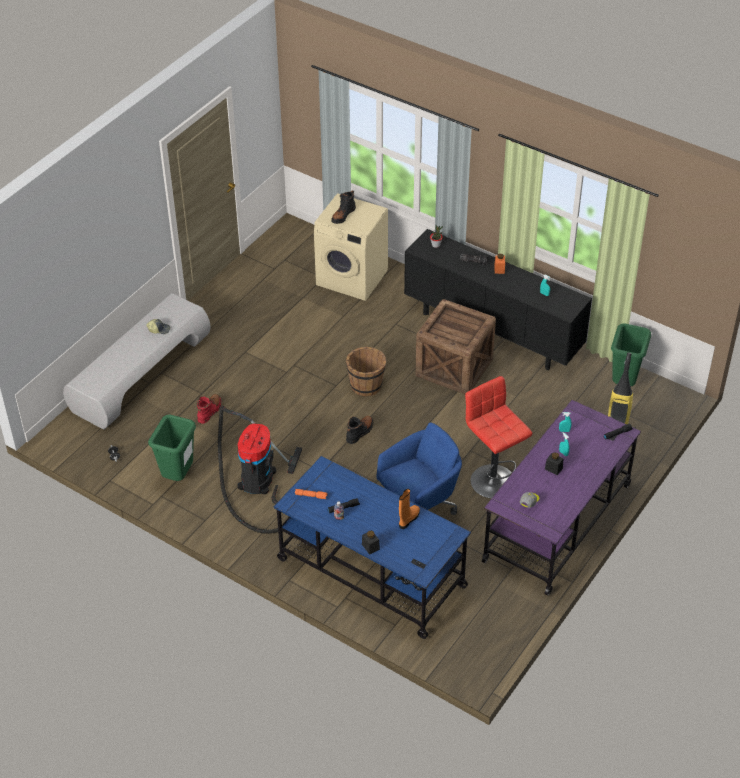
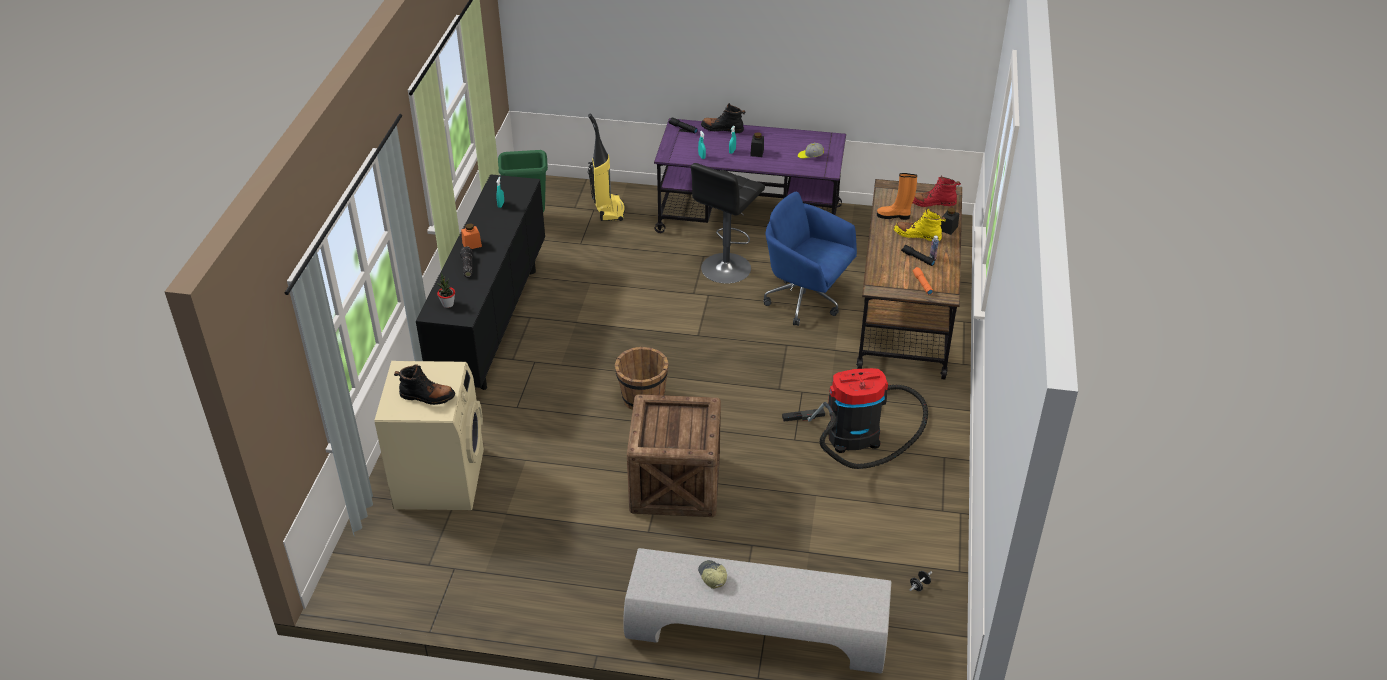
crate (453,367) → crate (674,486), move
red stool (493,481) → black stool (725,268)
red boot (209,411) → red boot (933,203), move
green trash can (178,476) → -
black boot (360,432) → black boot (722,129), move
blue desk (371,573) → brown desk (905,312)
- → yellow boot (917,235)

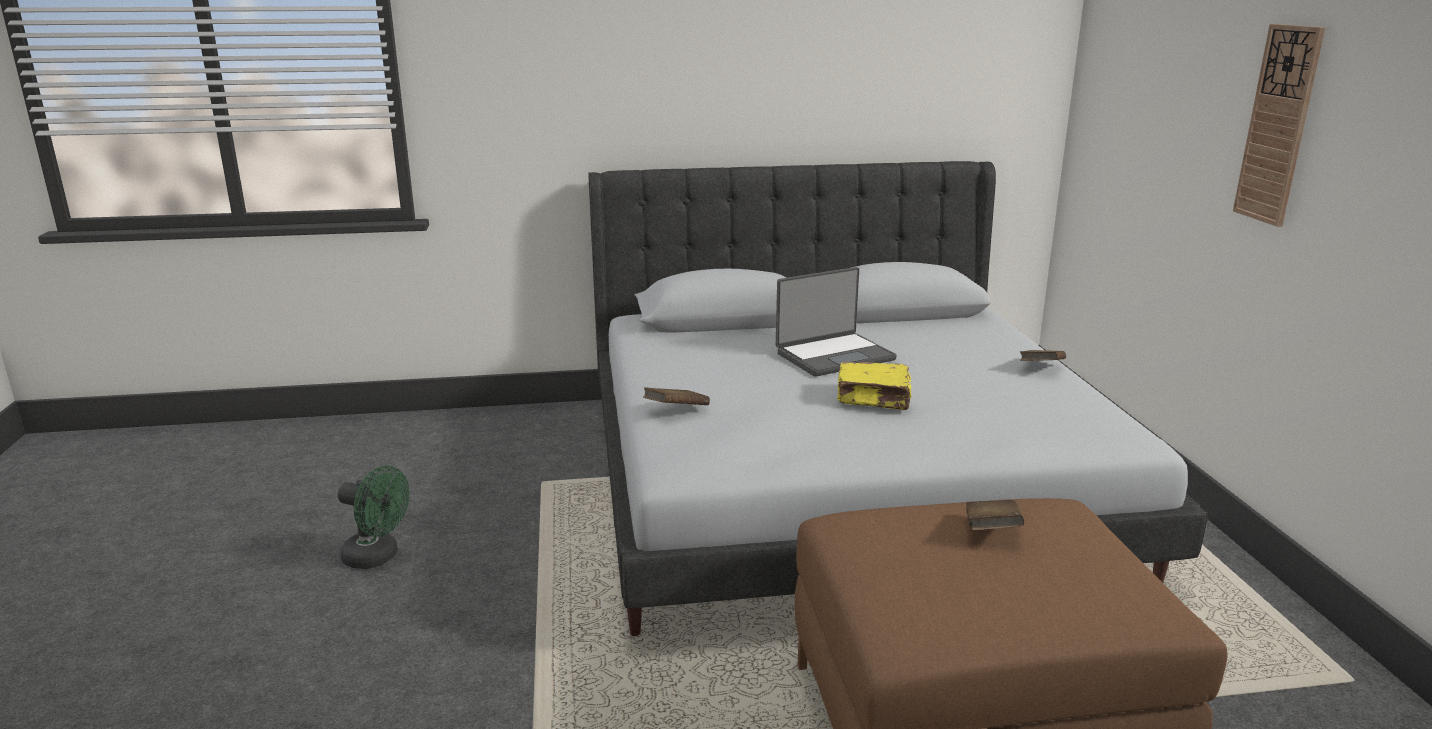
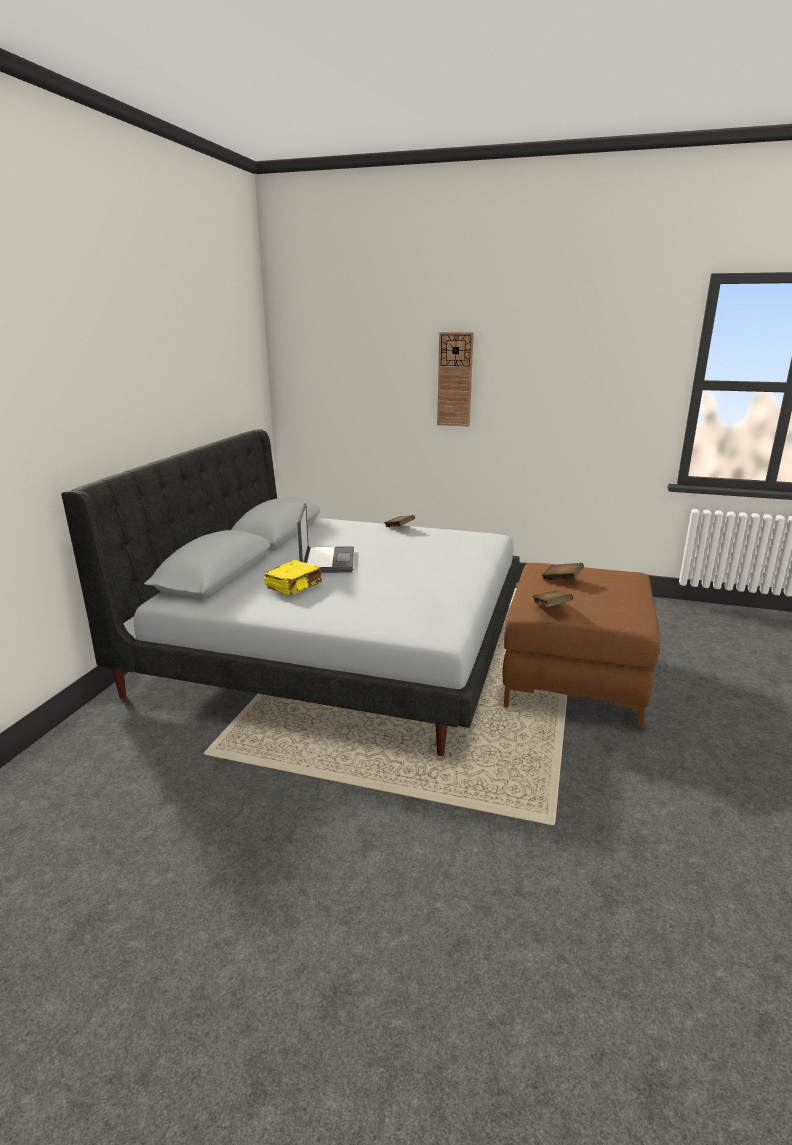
yellow book (874,399) → yellow book (294,586), move
brown book (676,411) → brown book (550,608), move
green fan (378,557) → -

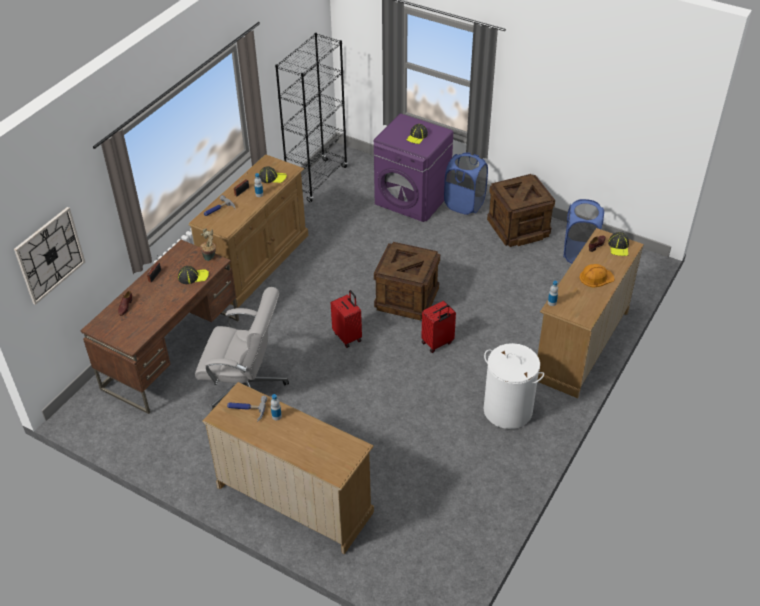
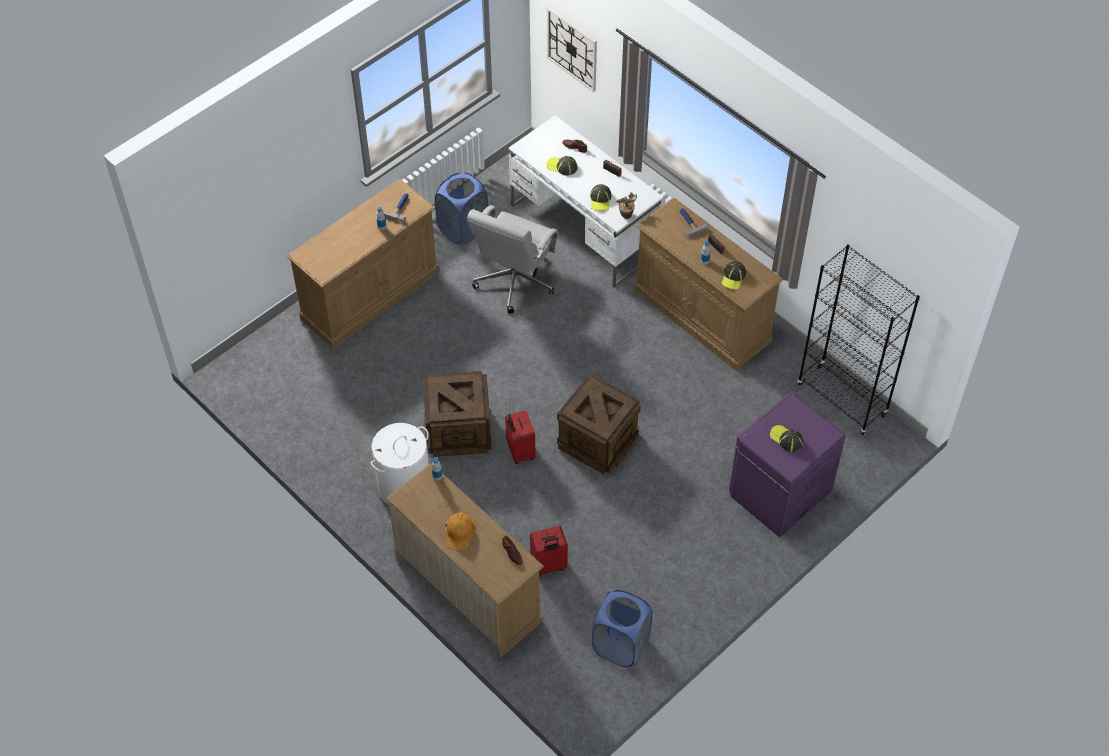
blue laundry basket (464,204) → blue laundry basket (463,228), move
crate (518,228) → crate (457,430), move
cap (619,247) → cap (562,166), move
brown desk (172,353) → white desk (584,230)
red suitcase (348,336) → red suitcase (548,566), move

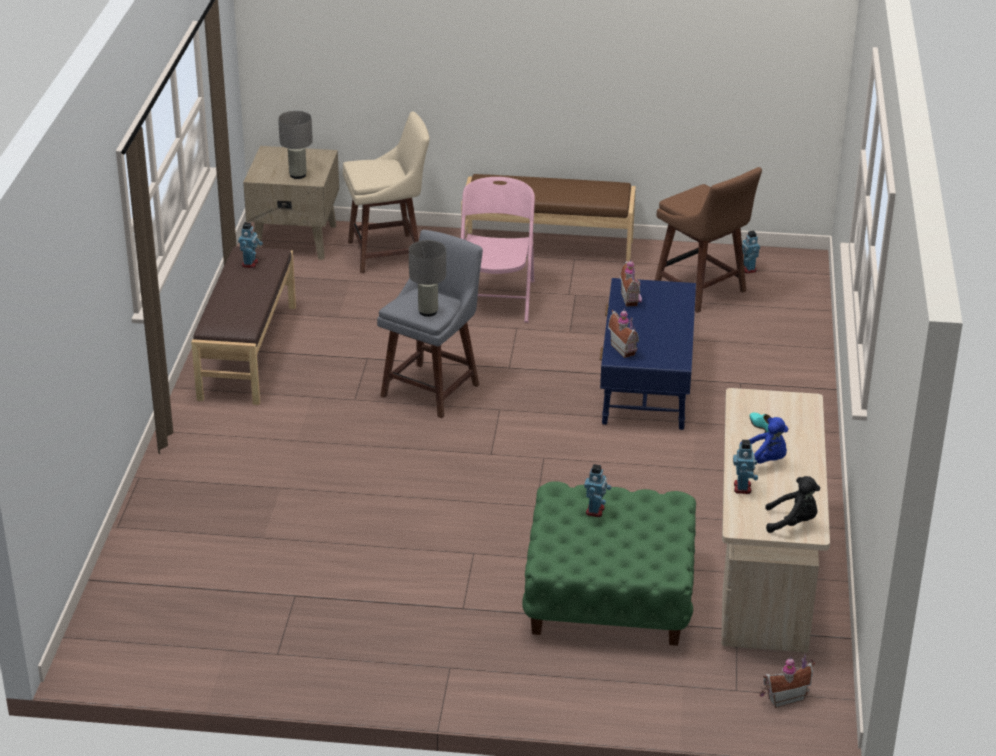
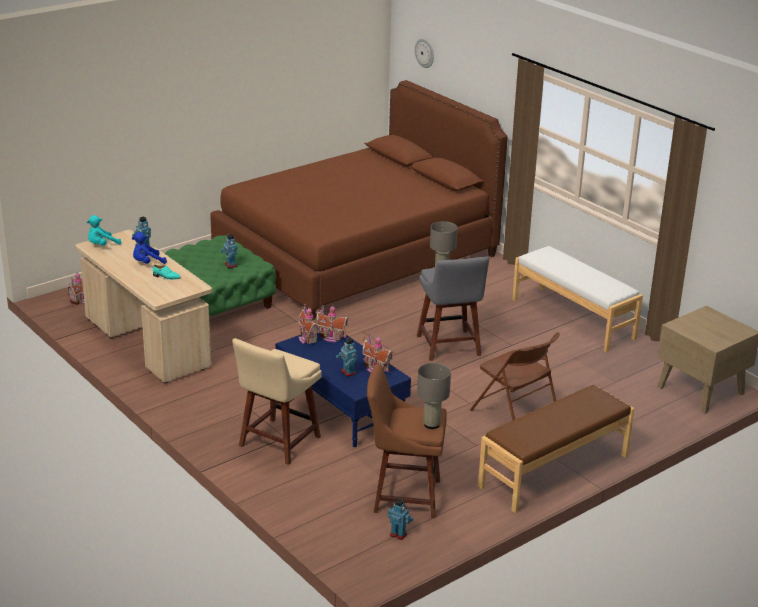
grey table lamp (297,175) → grey table lamp (431,424), move
beige stool (389,253) → beige stool (277,443), move
pink chair (496,300) → brown chair (514,415)
toy robot (250,263) → toy robot (348,372), move
brown bench (247,352) → white bench (573,318)
black plush toy (793,522) → turquoise plush toy (102,245)
- → wall clock (425,53)
- → brown bed (356,255)
- → toy house (306,339)

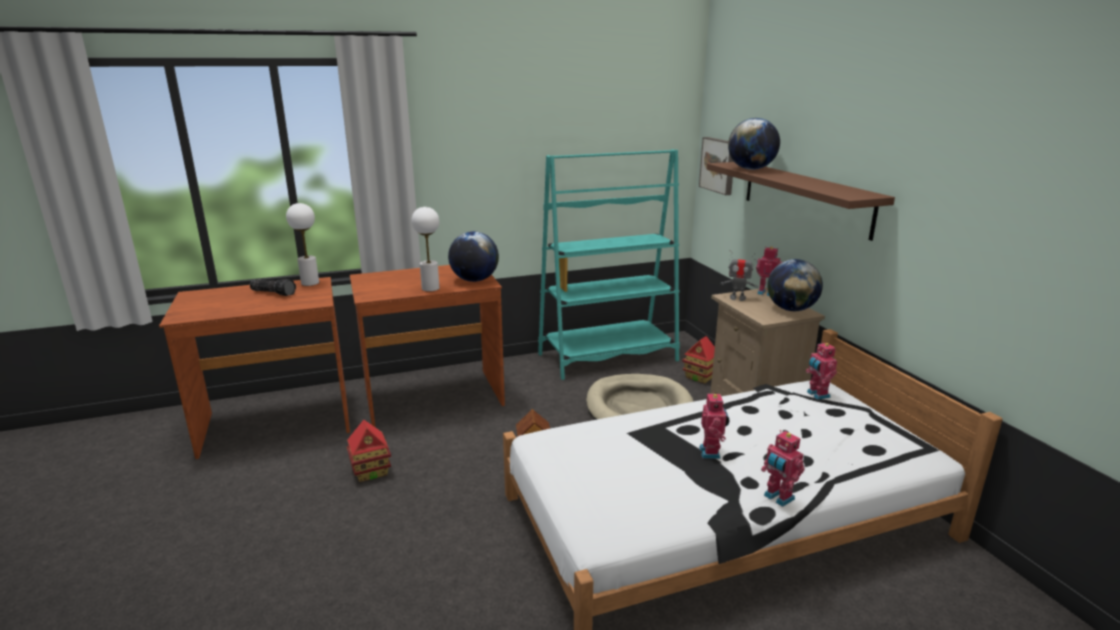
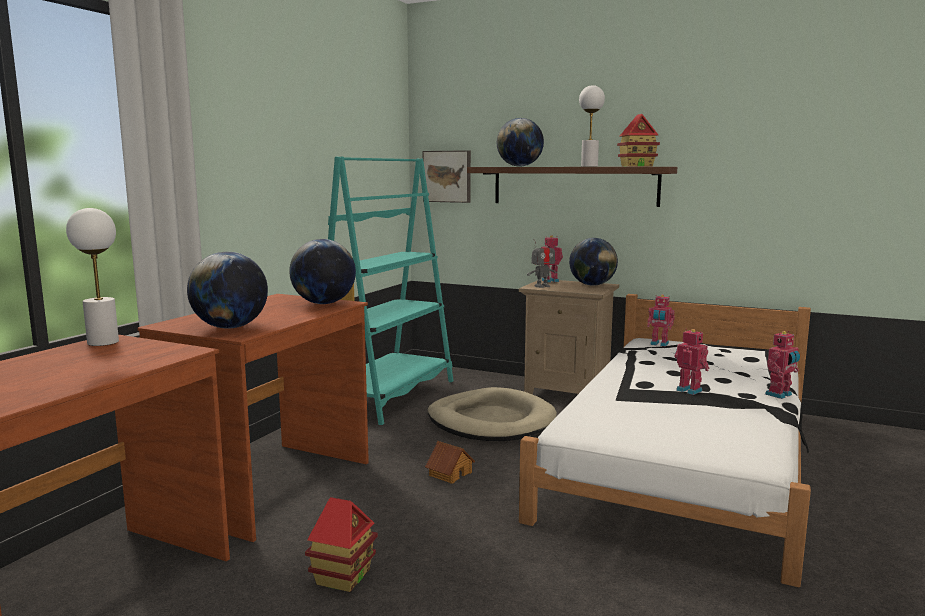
white table lamp (430,288) → white table lamp (589,166), move
flashlight (274,293) → -
toy house (700,377) → toy house (637,166), move
toy robot (778,498) → toy robot (780,395), 45 degrees counterclockwise
- → globe (230,327)

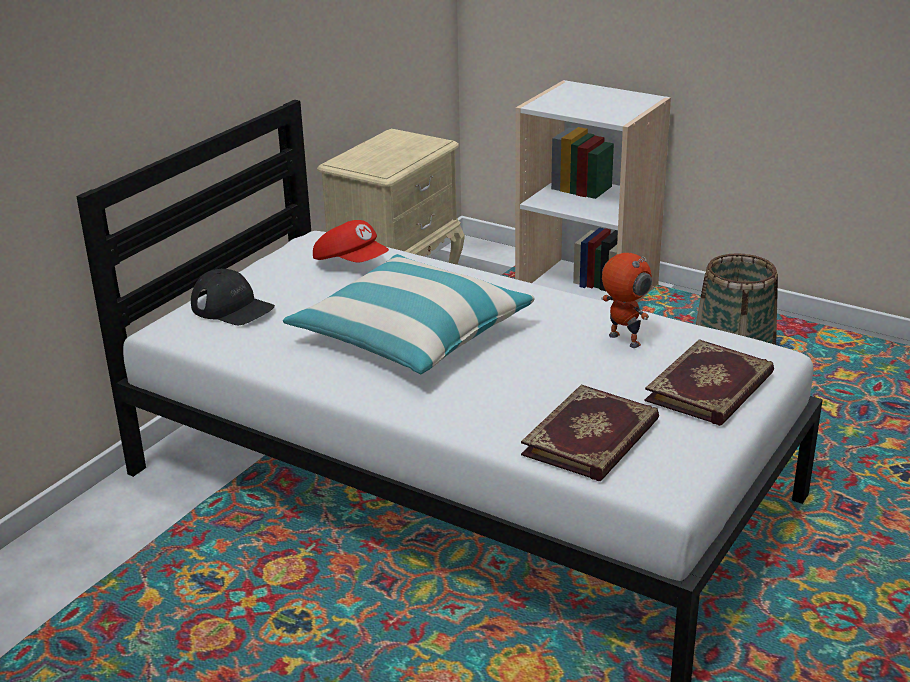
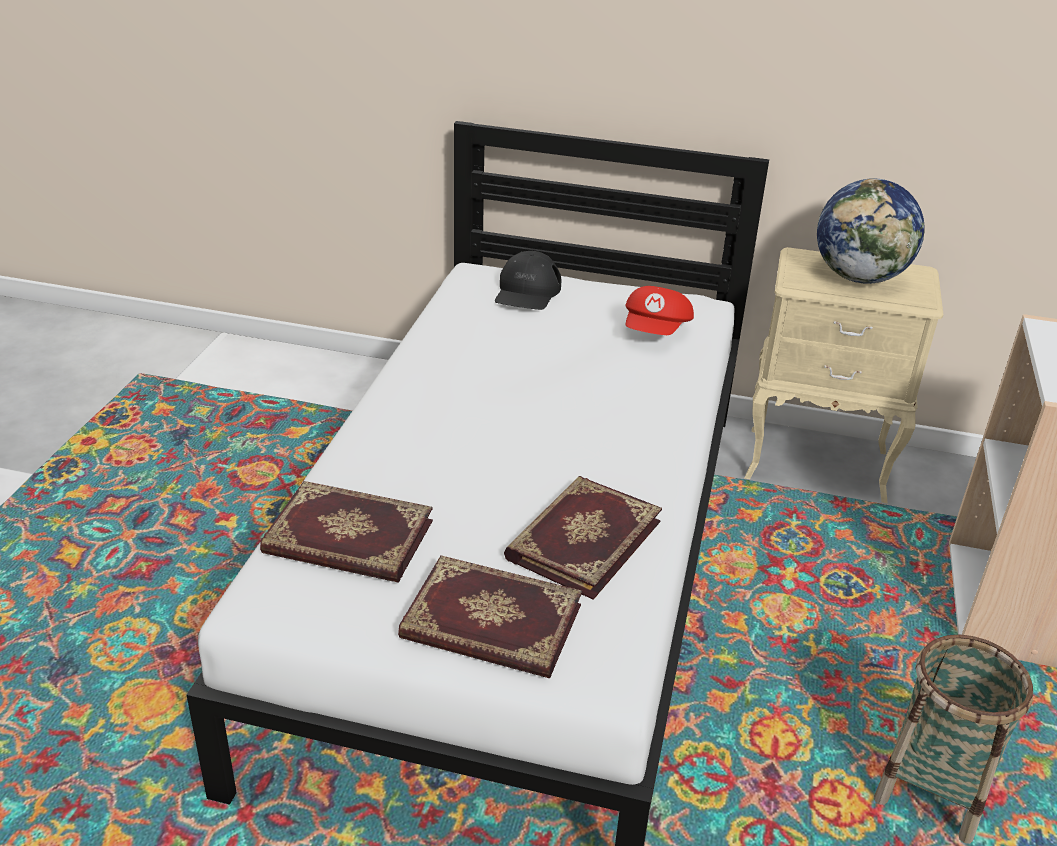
toy robot (622,341) → book (582,539)
pillow (411,335) → -
- → globe (860,278)

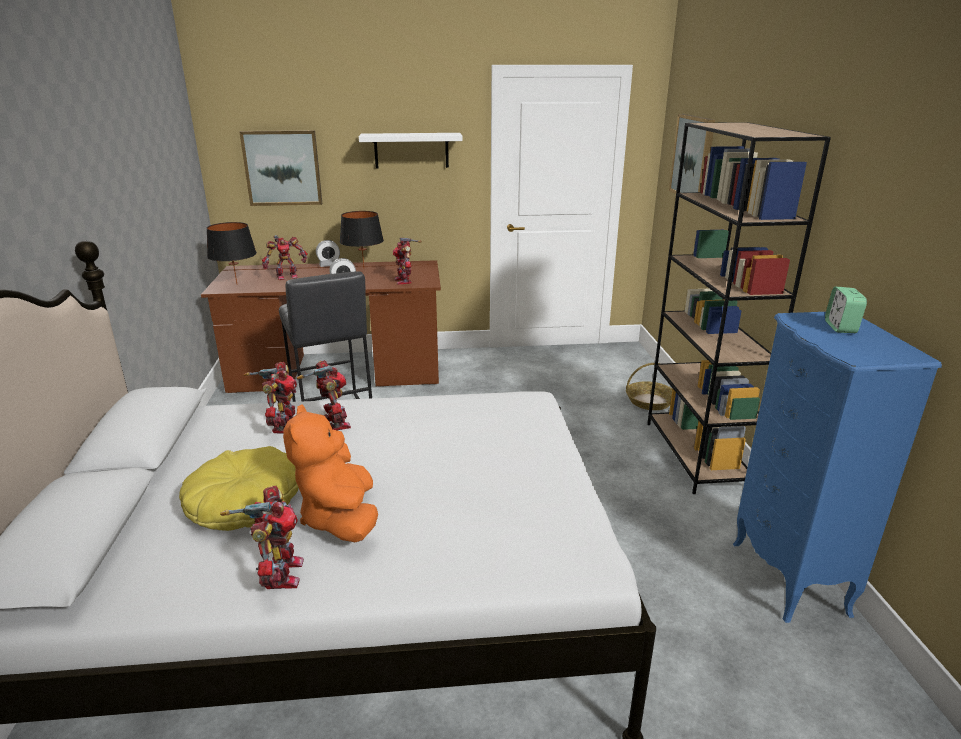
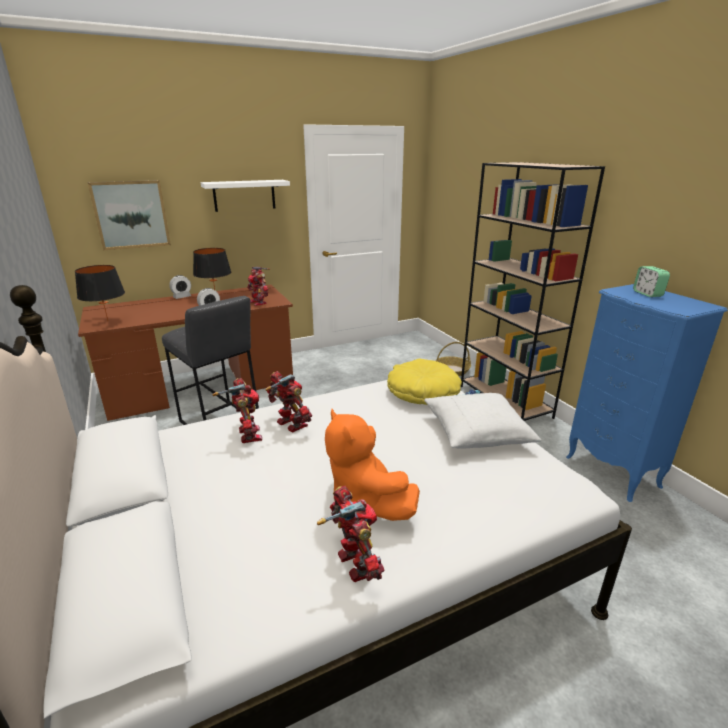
picture (693,157) → -
toy robot (286,276) → -
yellow pillow (244,502) → yellow pillow (422,392), move
- → grey pillow (477,434)

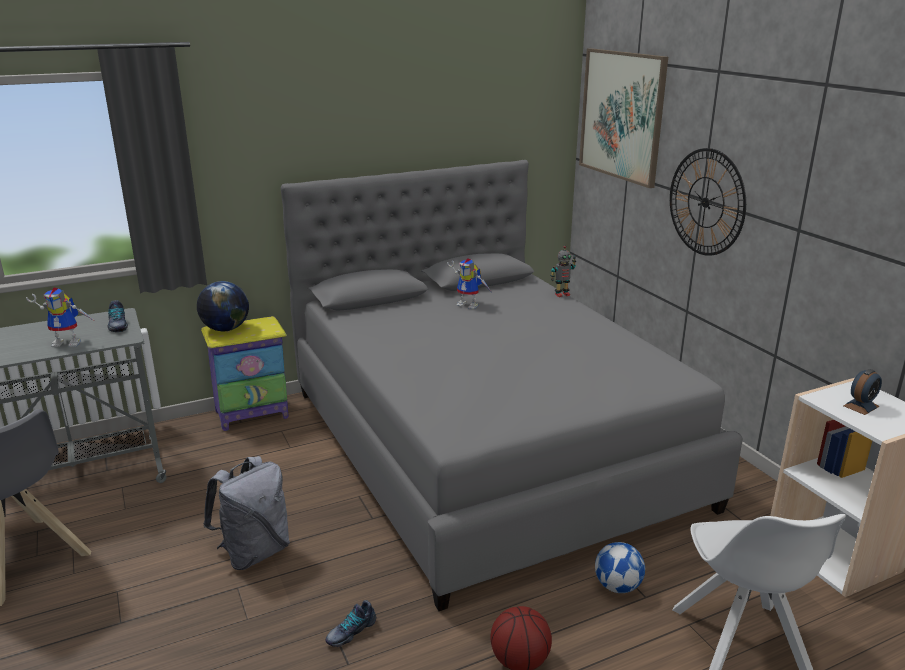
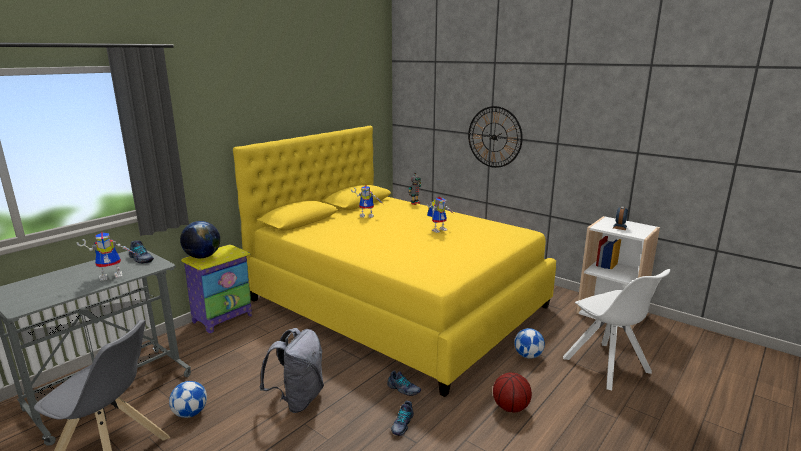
picture (621,115) → -
grey bed (487,446) → yellow bed (397,303)
- → toy robot (439,229)
- → shoe (403,389)
- → football (190,413)

